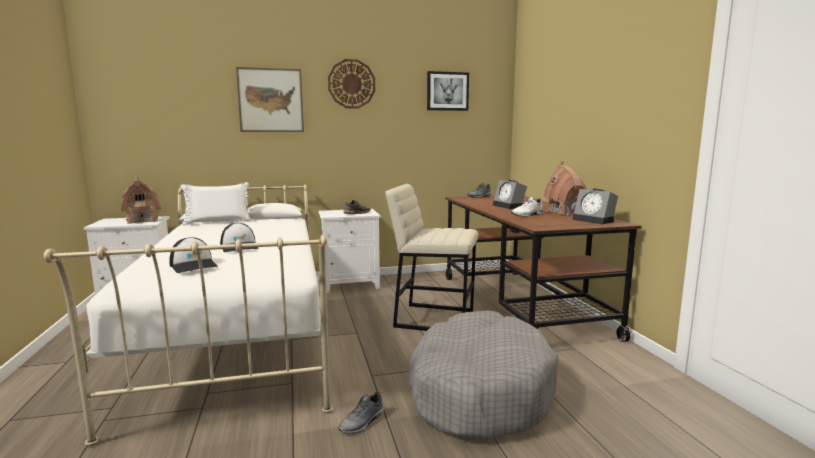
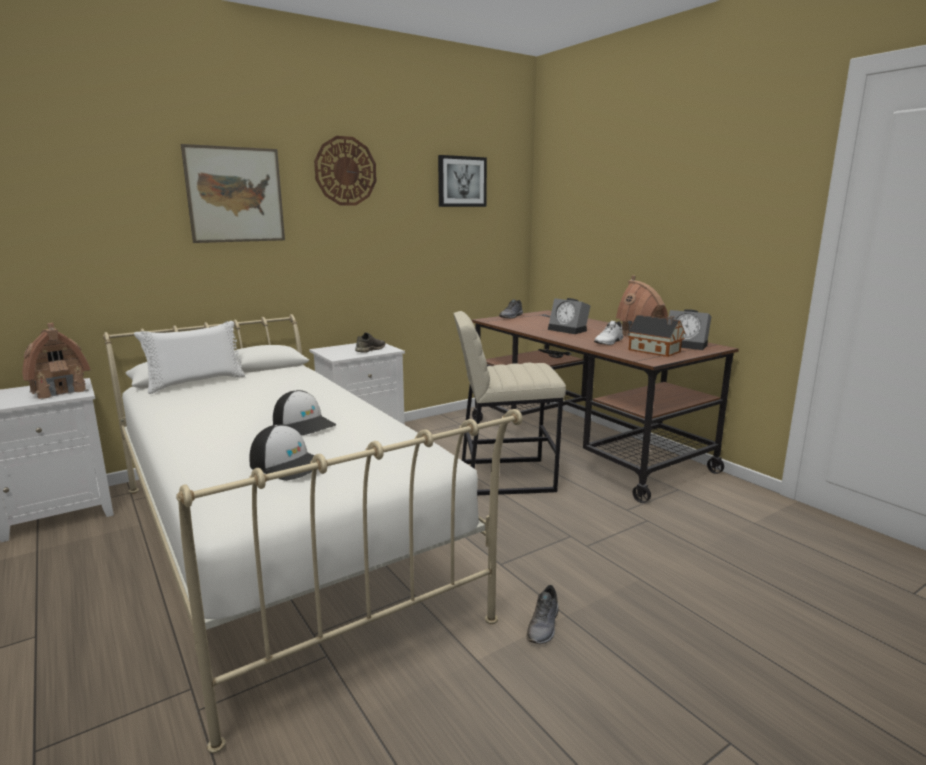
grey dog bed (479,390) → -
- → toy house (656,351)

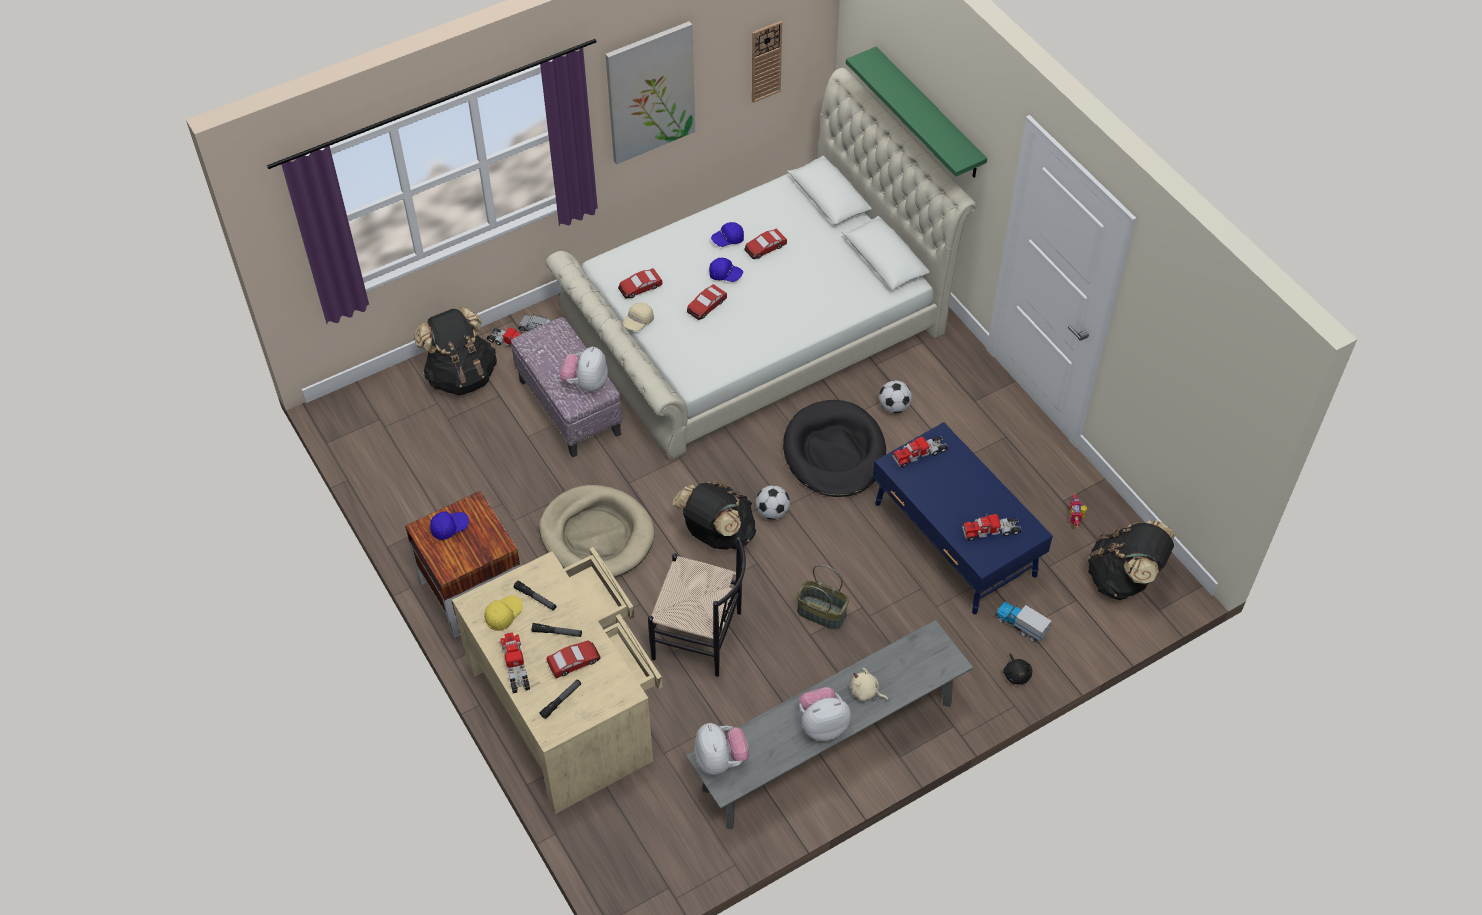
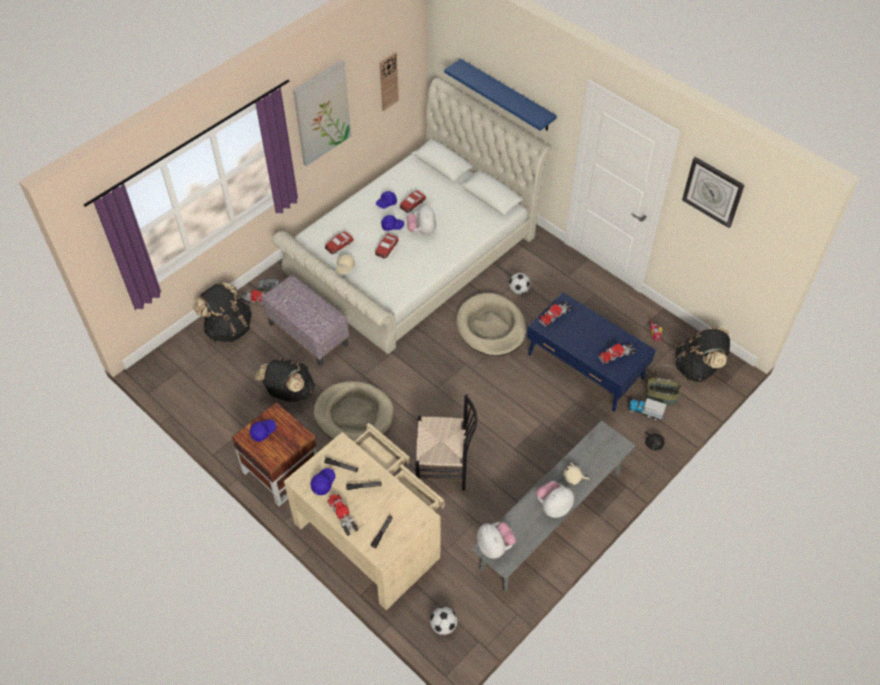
green shelf (928,114) → blue shelf (506,95)
plush toy (586,383) → plush toy (422,231), move
black dog bed (834,452) → beige dog bed (491,327)
black backpack (717,534) → black backpack (289,393), move
football (772,512) → football (443,625), move
basket (822,612) → basket (661,397), move
yellow cap (504,615) → blue cap (323,483)
toy car (574,661) → -
- → wall clock (713,191)

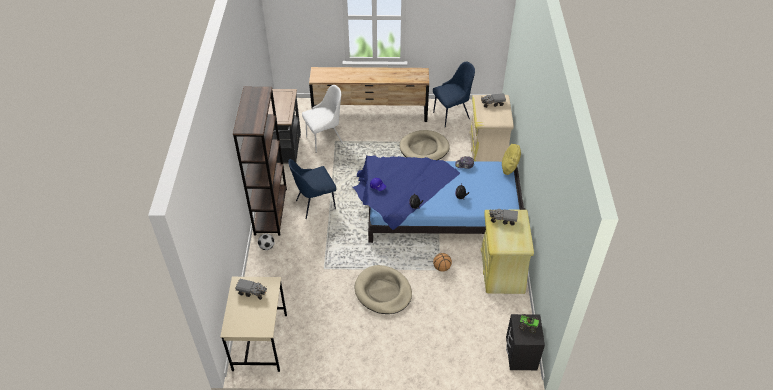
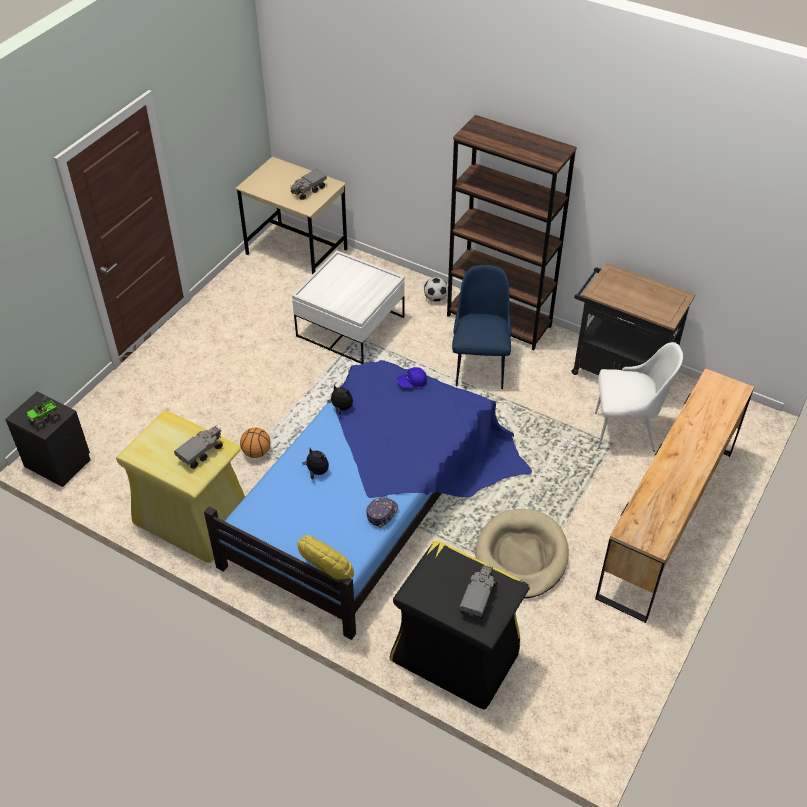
blue chair (451,115) → -
white chair (324,140) → white chair (625,431), 90 degrees counterclockwise
beige nightstand (487,150) → black nightstand (454,654)
beige dog bed (383,291) → -
- → white coffee table (350,327)

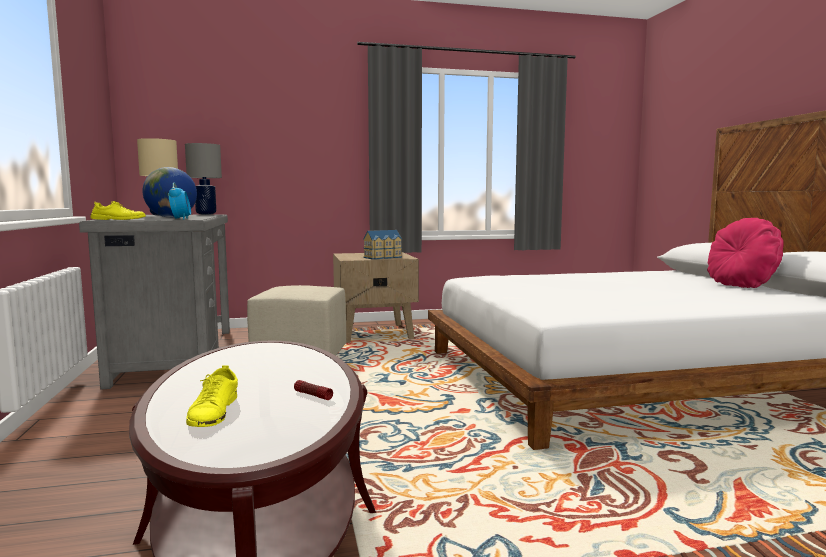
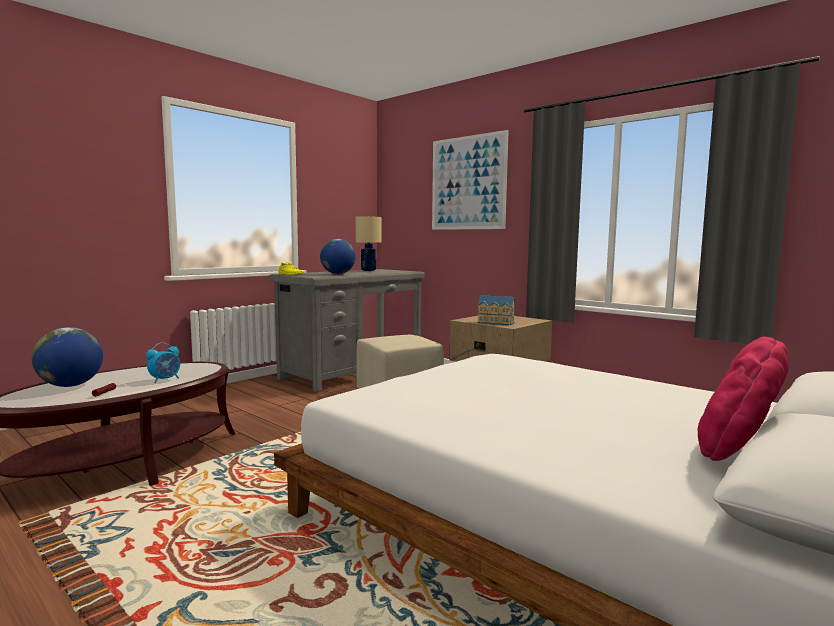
grey table lamp (206,214) → -
alarm clock (181,219) → alarm clock (165,380), move
yellow shoe (213,412) → globe (71,385)
- → picture (468,183)

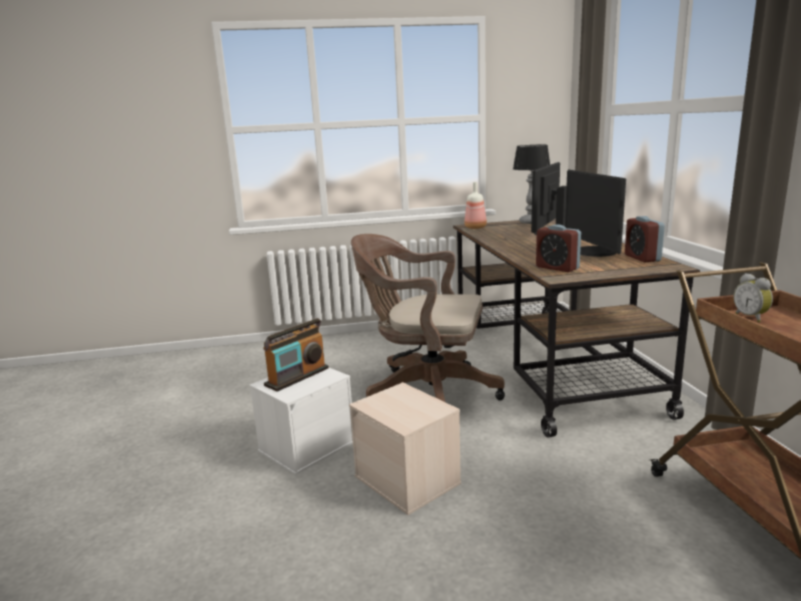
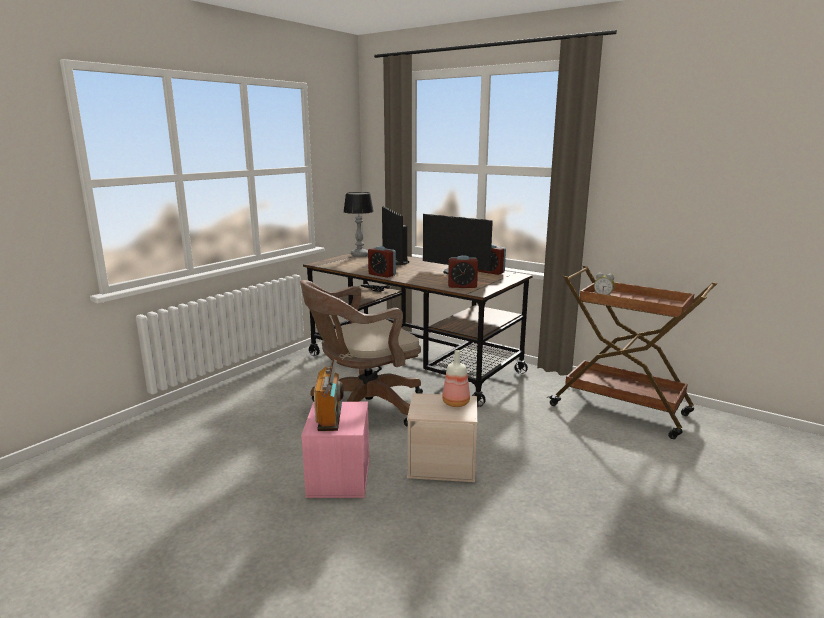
bottle (475,227) → bottle (455,402), move
white storage box (307,446) → pink storage box (338,476)
- → alarm clock (382,275)

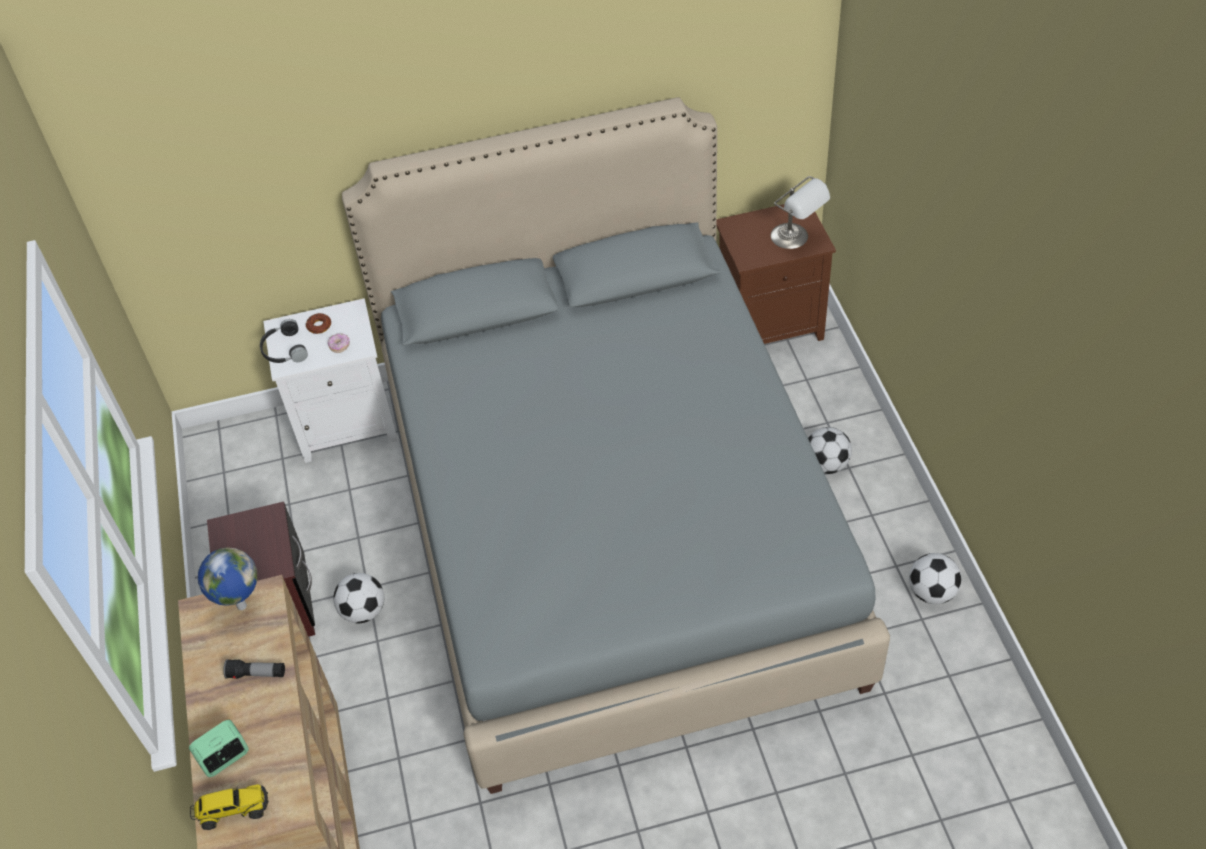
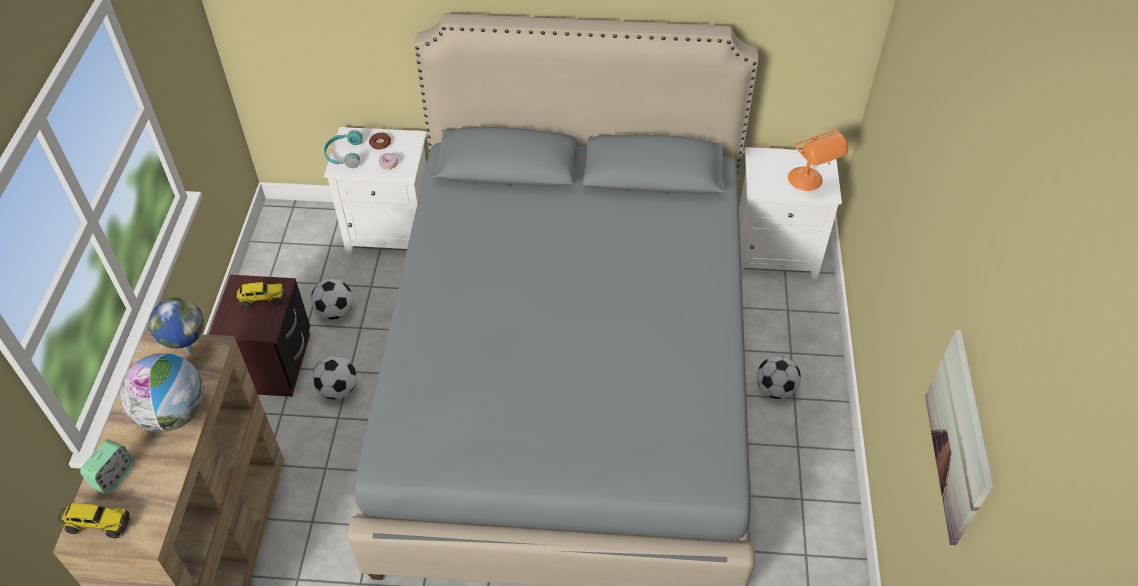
white table lamp (796,239) → orange table lamp (810,183)
brown nightstand (770,324) → white nightstand (775,253)
black headphones (283,350) → turquoise headphones (343,154)
football (931,592) → football (335,311), move
flashlight (257,674) → globe (173,413)
alarm clock (225,758) → alarm clock (114,477), 135 degrees clockwise
- → toy truck (262,299)
- → picture (958,436)

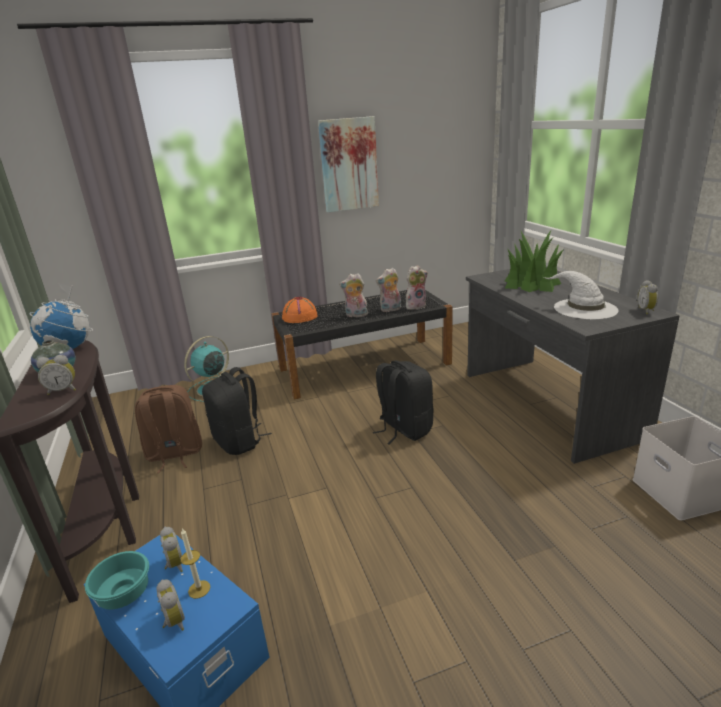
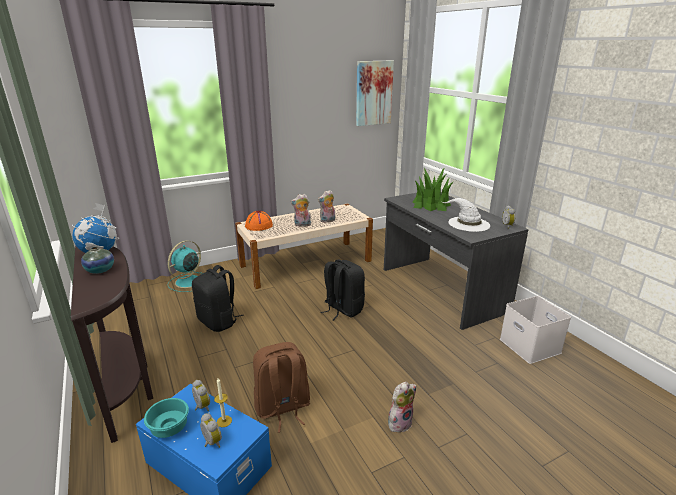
picture (349,165) → picture (373,93), move
plush toy (415,306) → plush toy (399,422), move
black bench (364,366) → beige bench (306,263)
alarm clock (63,390) → -
brown backpack (174,454) → brown backpack (282,408), move

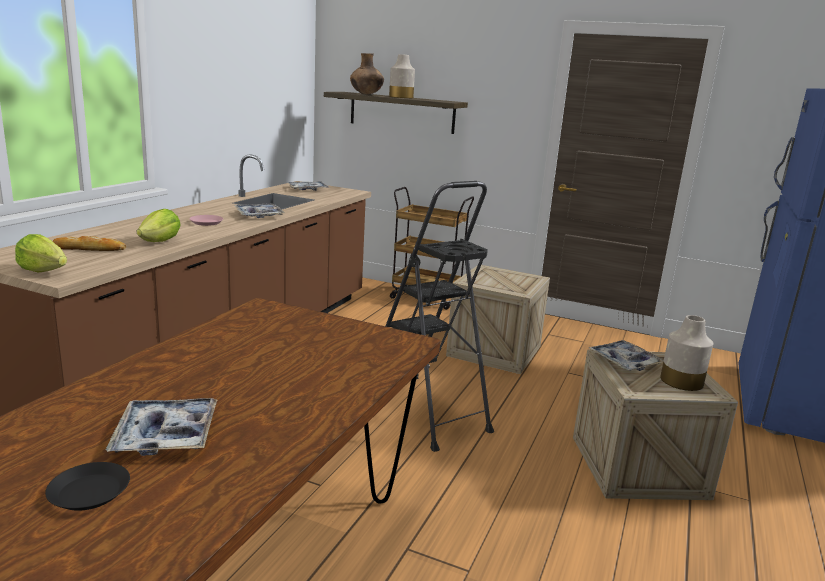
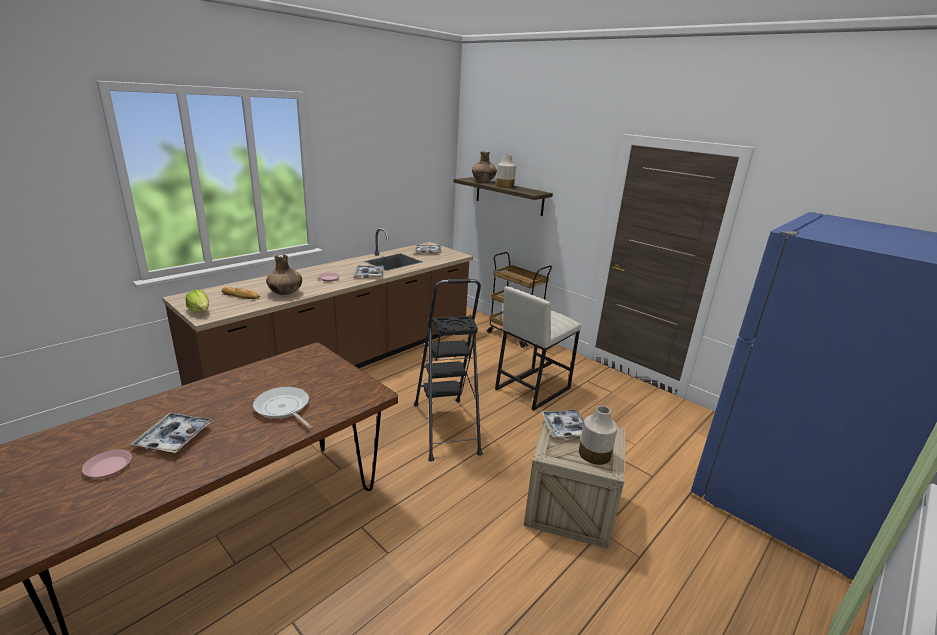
lettuce (161,241) → brown vase (286,293)
crate (494,351) → beige stool (532,388)
black plate (89,492) → pink plate (108,467)
- → frying pan (283,408)

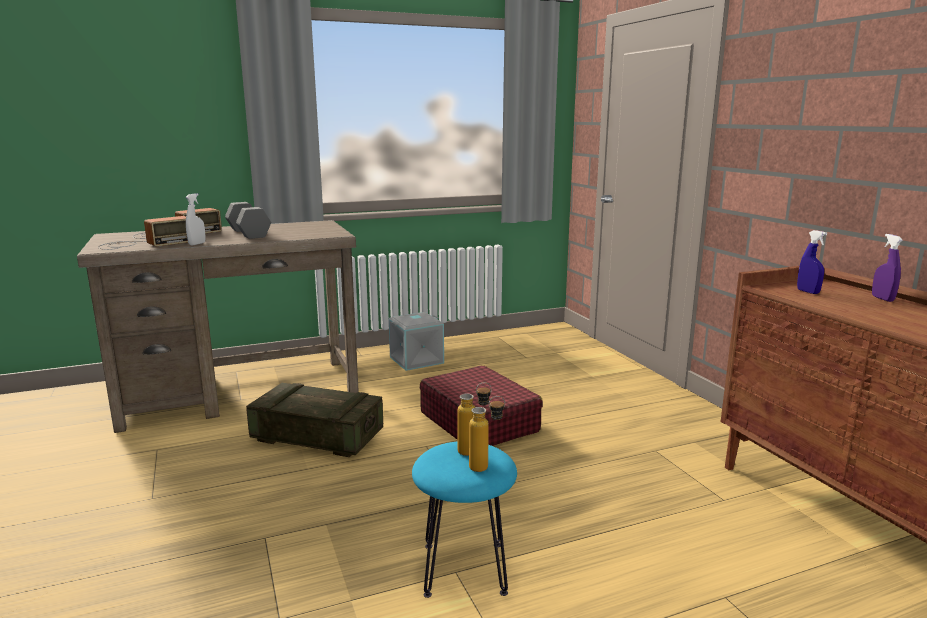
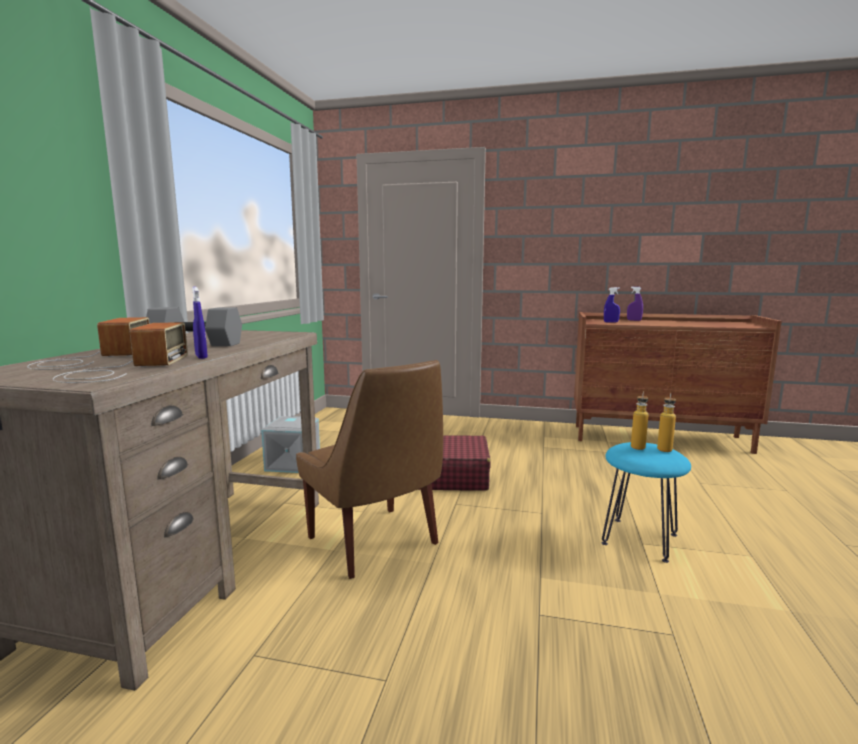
white spray bottle (197,244) → blue spray bottle (201,357)
crate (317,437) → brown chair (375,543)

